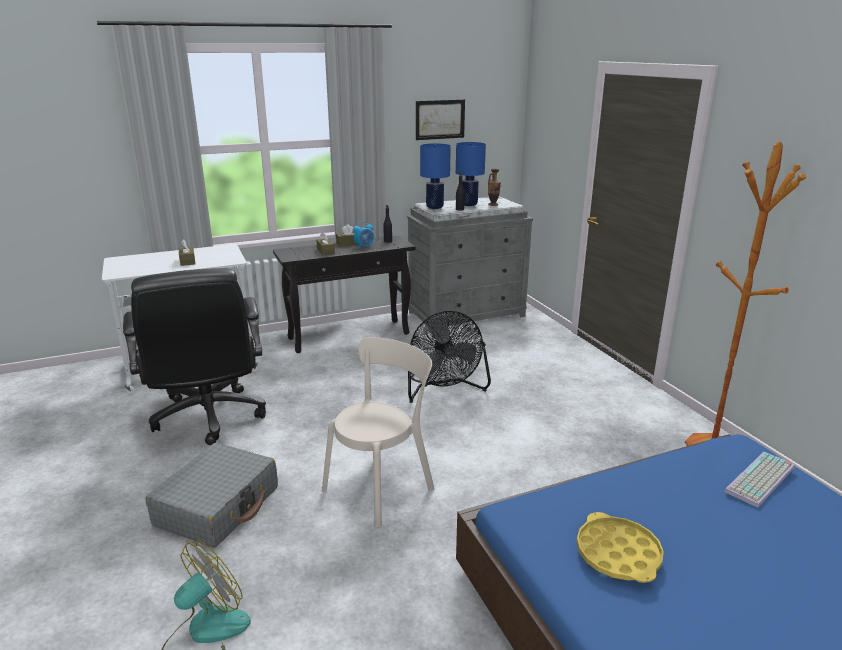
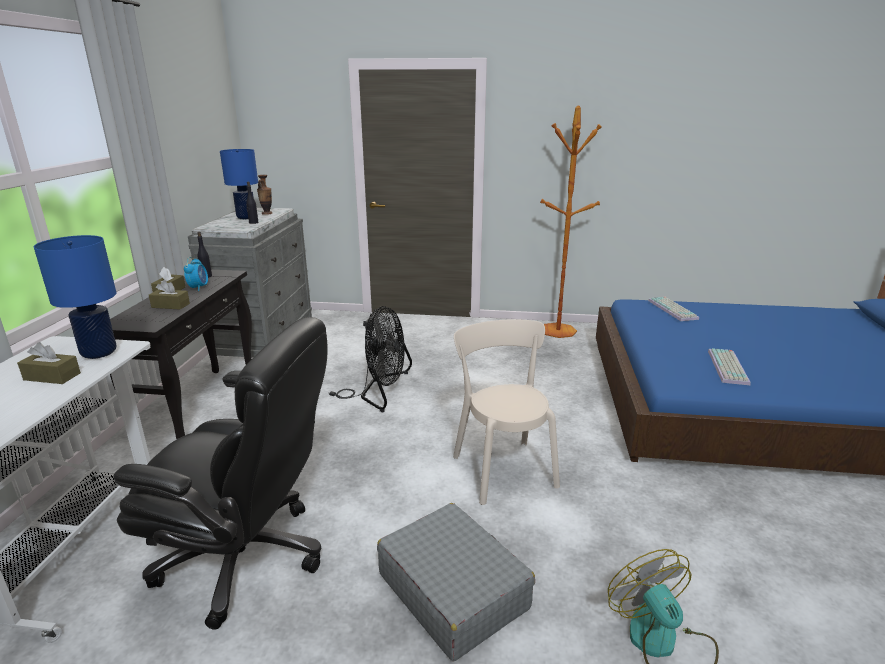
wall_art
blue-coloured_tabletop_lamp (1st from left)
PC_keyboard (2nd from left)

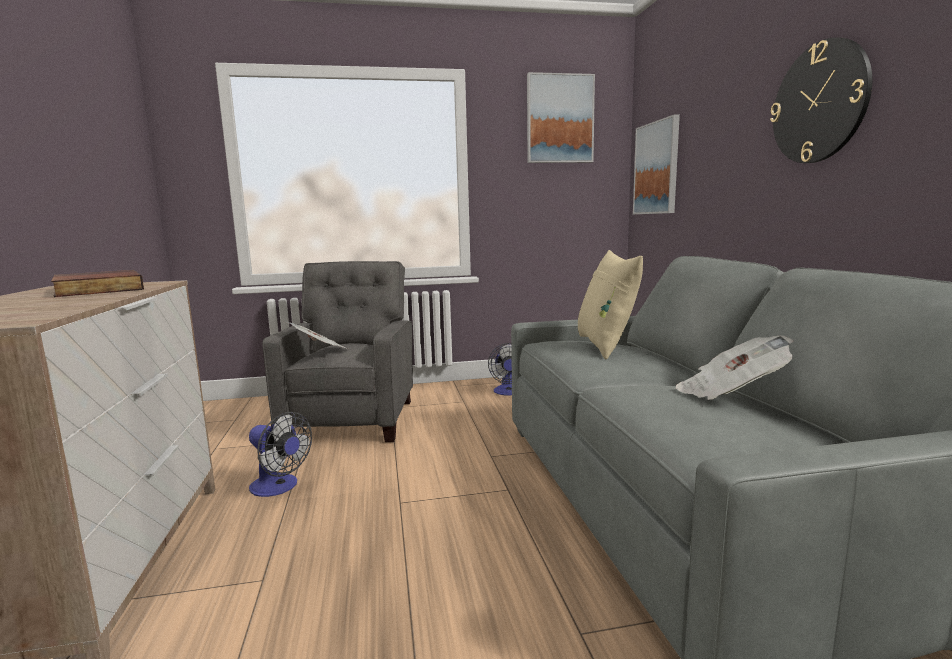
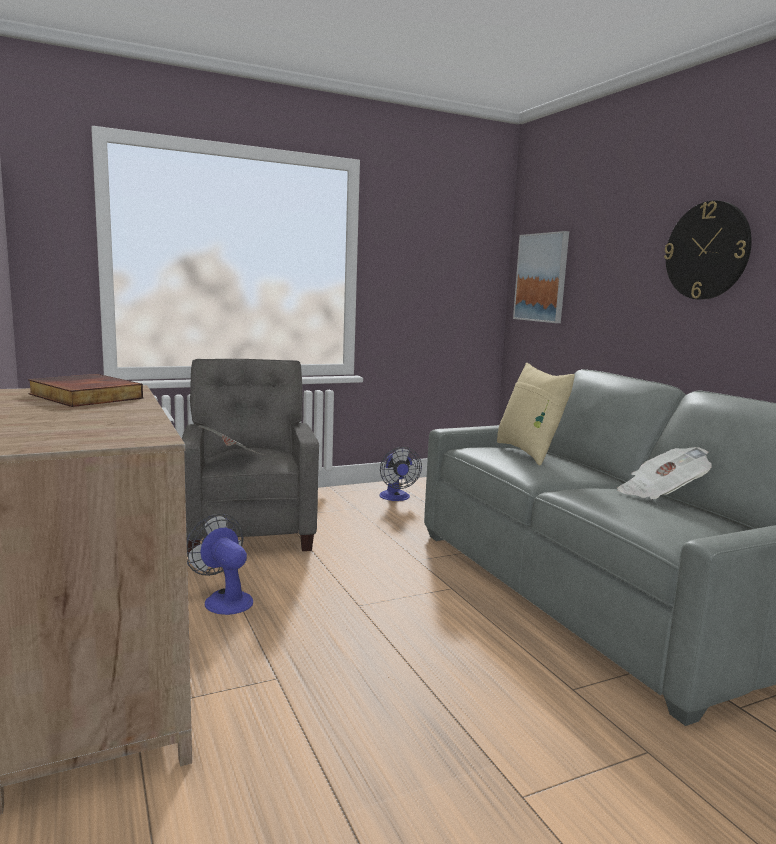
wall_art (1st from left in the first image)
electric_fan (1st from left)

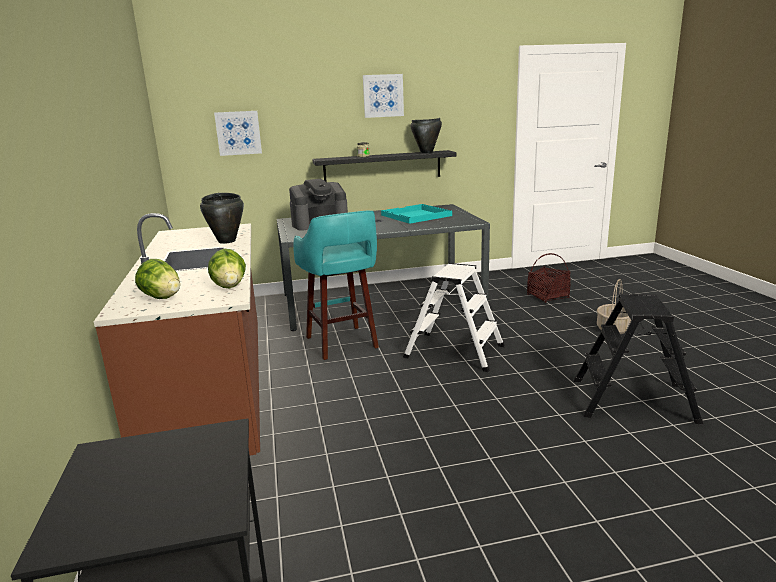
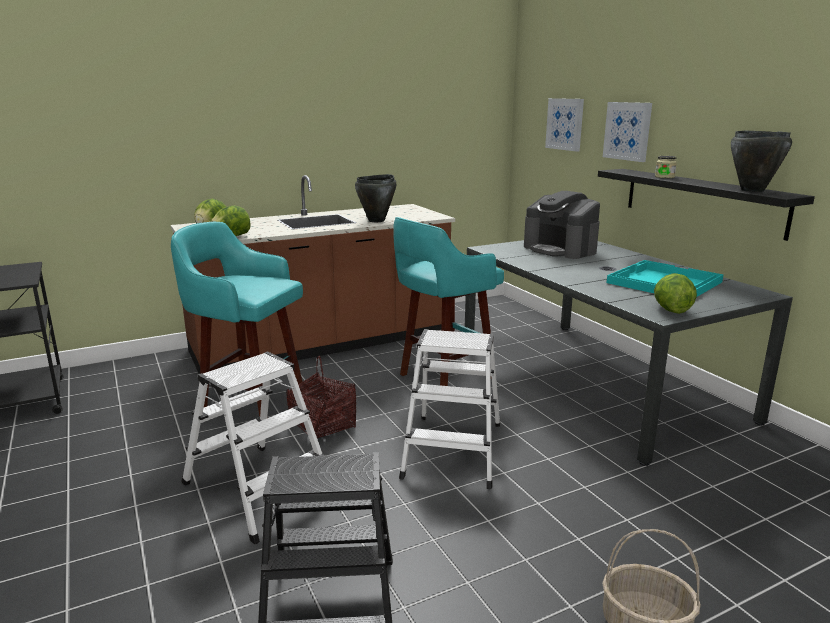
blue-green_stool_seat (1st from left)
white_step_stool (1st from left)
head_of_lettuce (3rd from left)
wall_art (2nd from left)
storage_basket (1st from left)

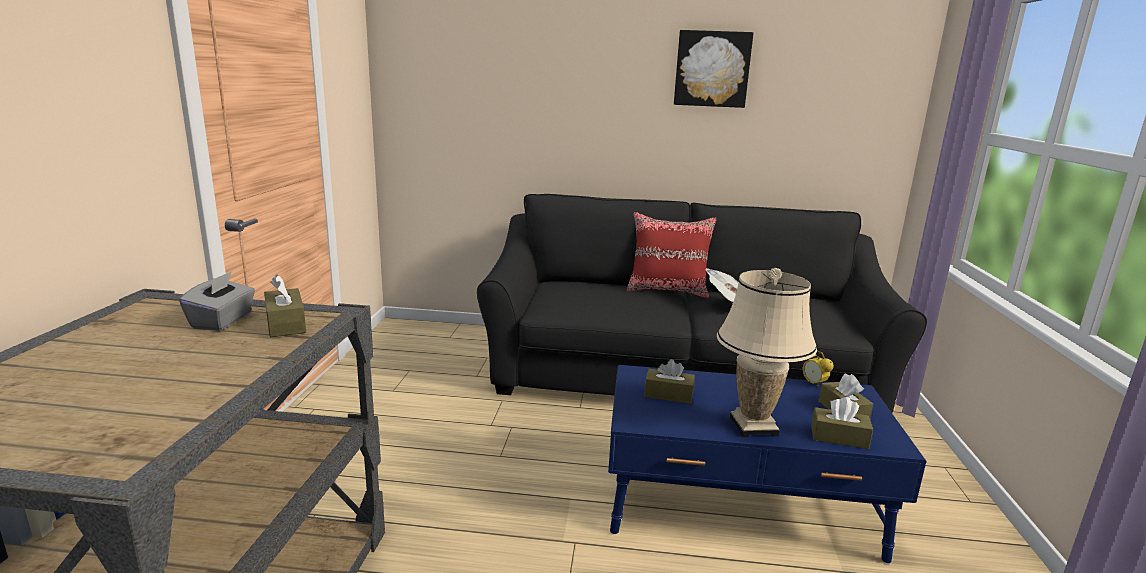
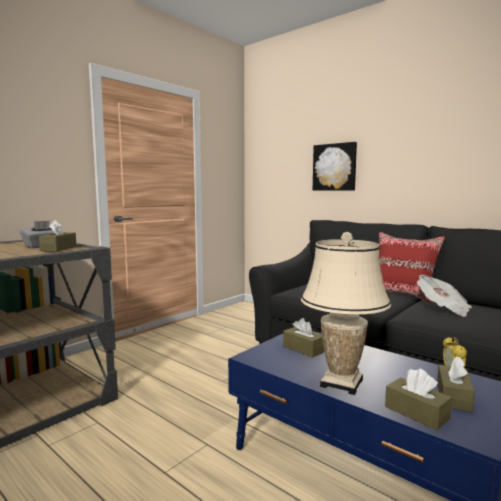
wall_art

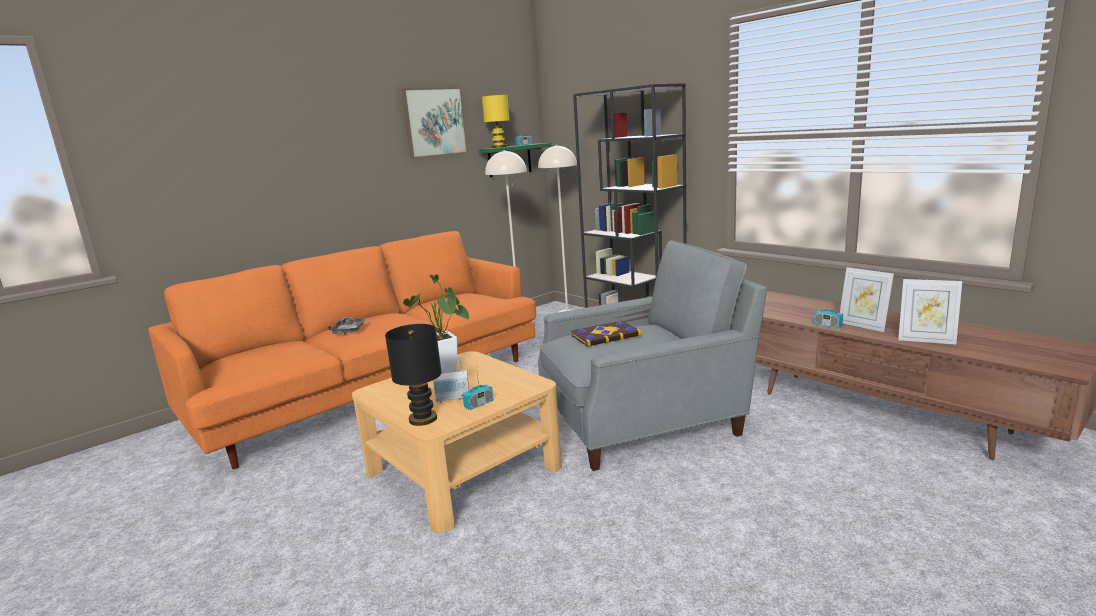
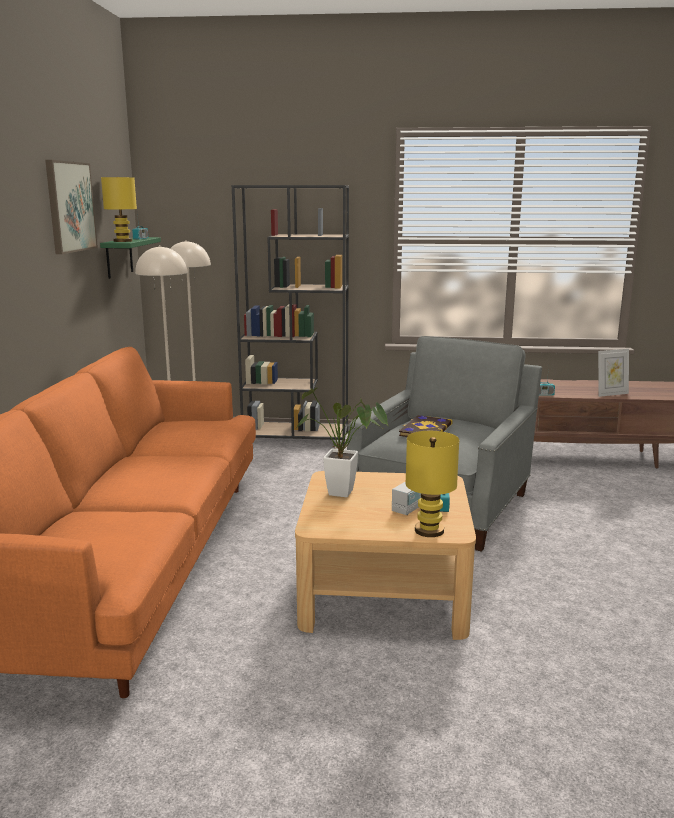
grey_carrying_tray
picture_frame (1st from left in the first image)
yellow_tabletop_lamp (2nd from left)

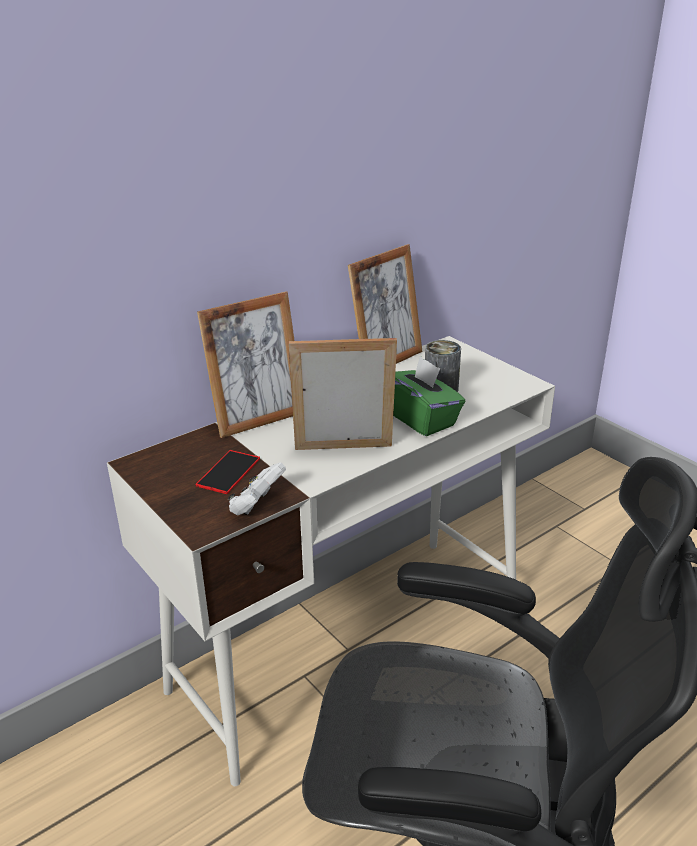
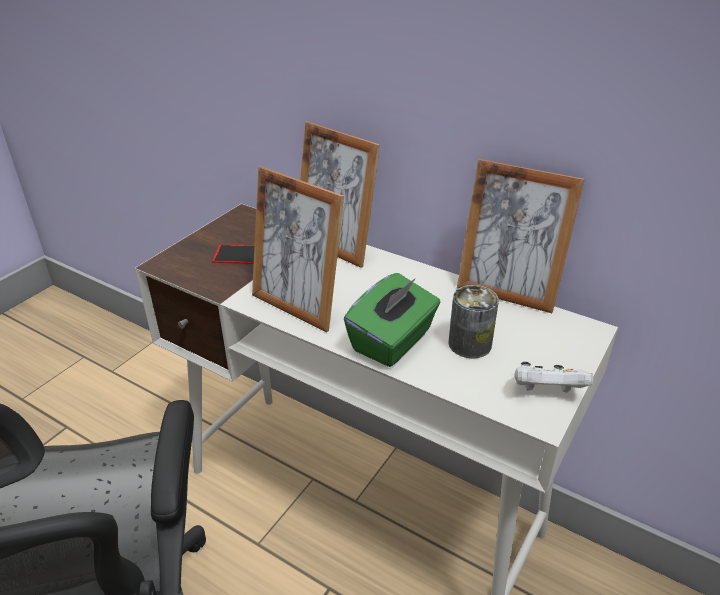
white_joypad
picture_frame (1st from left)

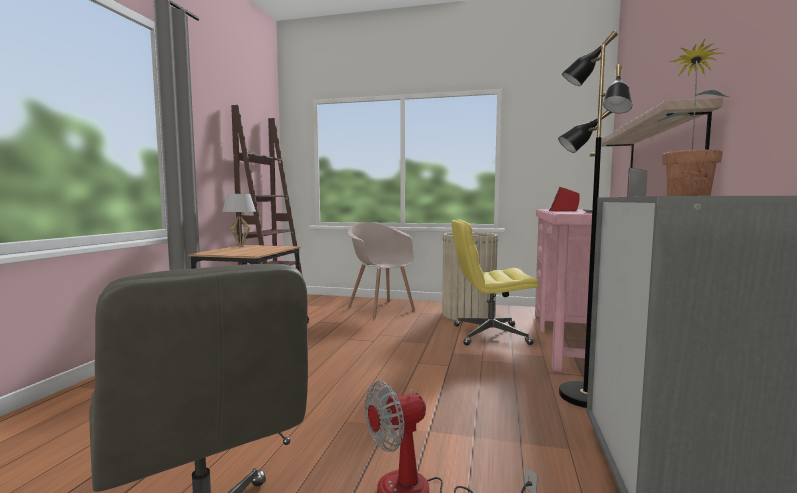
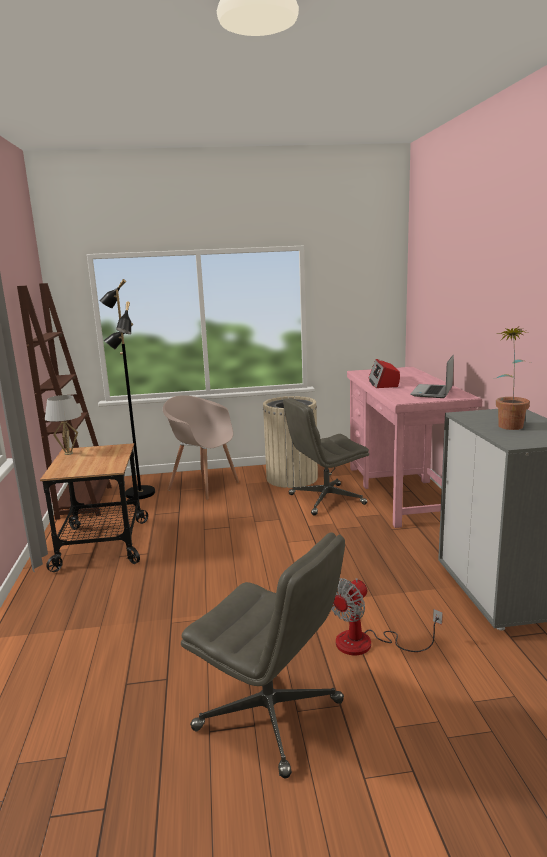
shelf
black_floor_lamp
grey_office_chair (2nd from left)

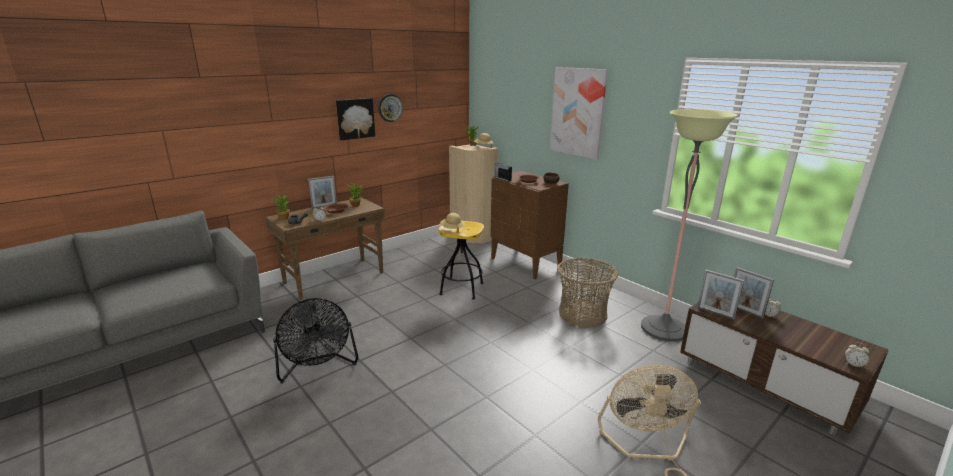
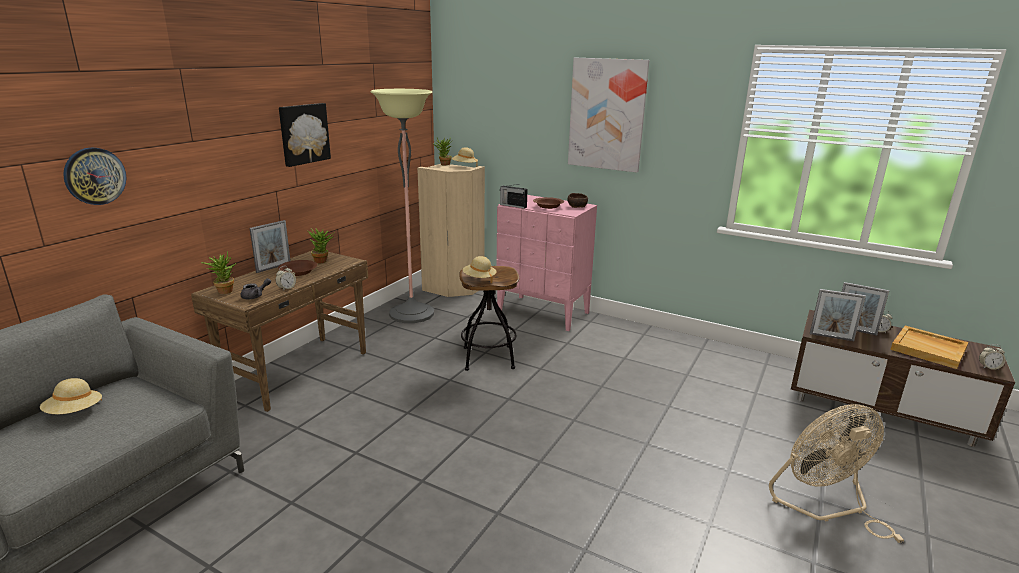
black_electric_fan
storage_basket
sand-coloured_hat (1st from left)
sand-coloured_carrying_tray
hanging_clock
floor_lamp
brown_stool_seat
pink_chest_of_drawers

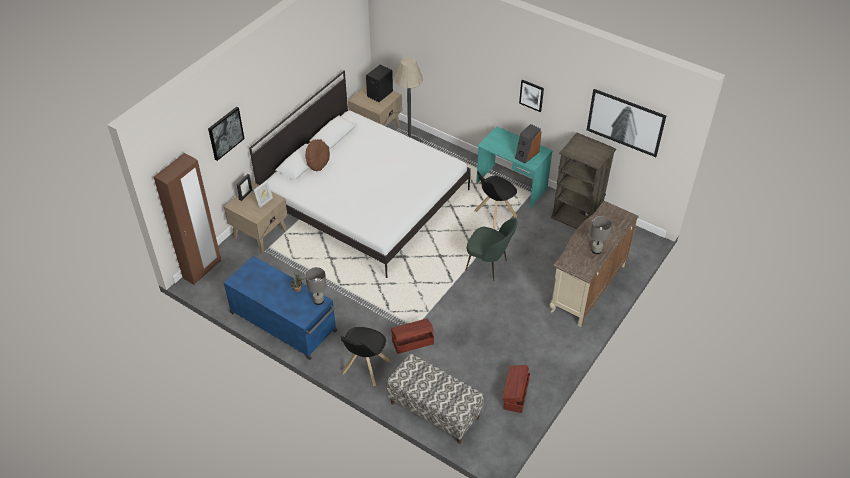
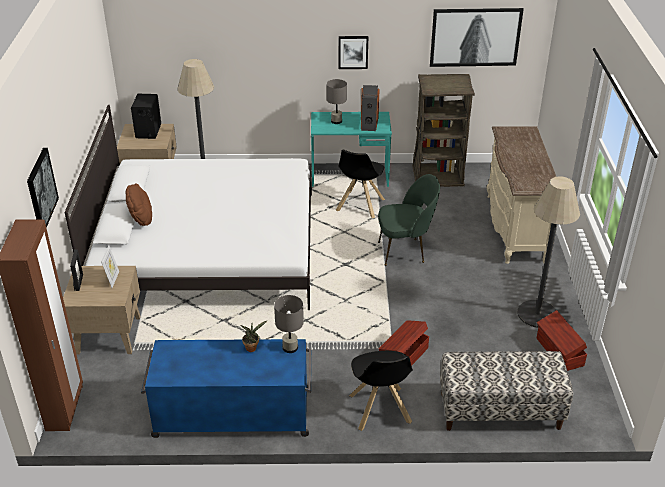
floor_lamp (2nd from left)
grey_tabletop_lamp (2nd from left)

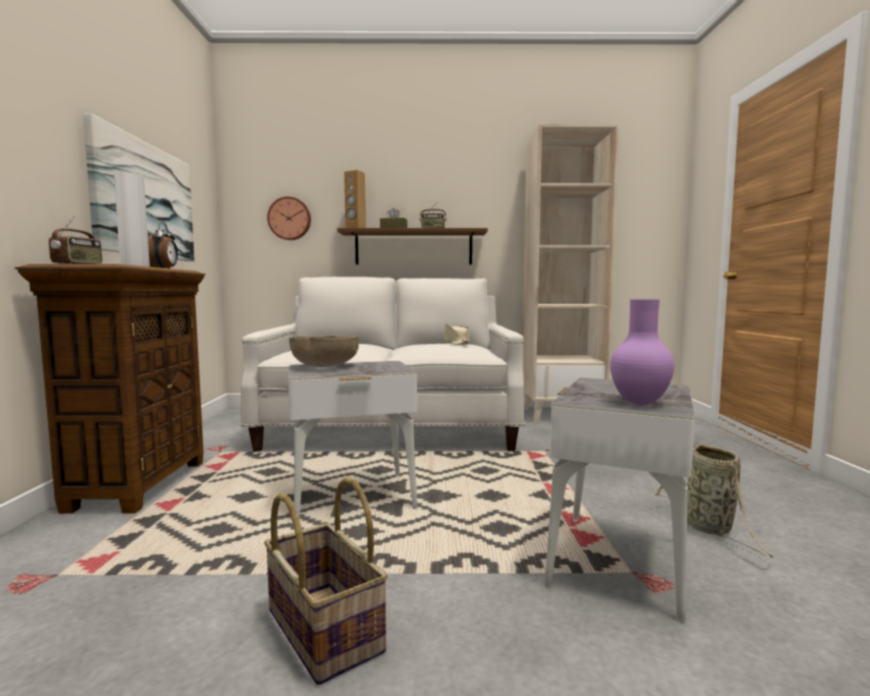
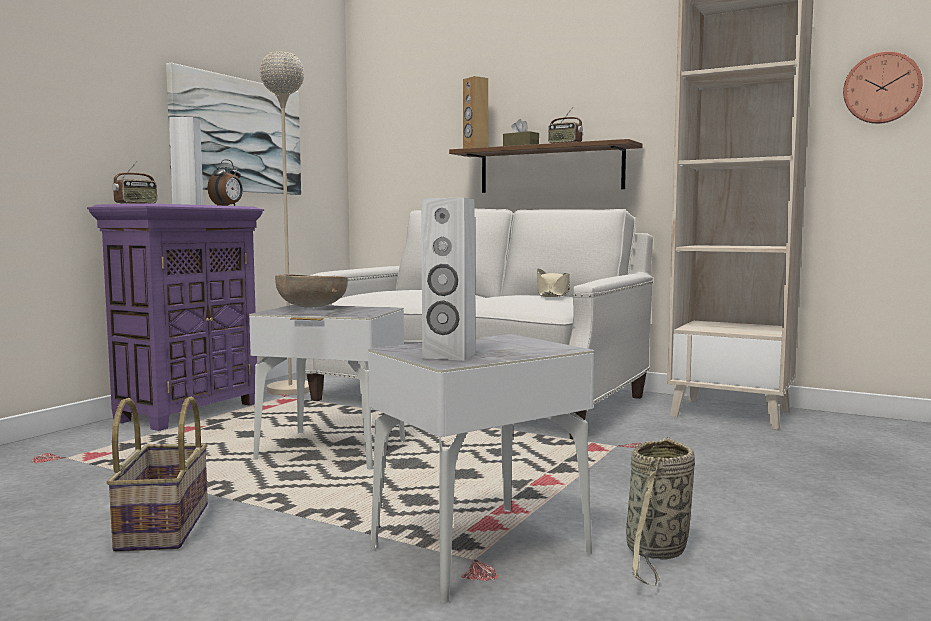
sand-coloured_floor_lamp
hanging_clock
white_loudspeaker (2nd from left)
purple_cupboard

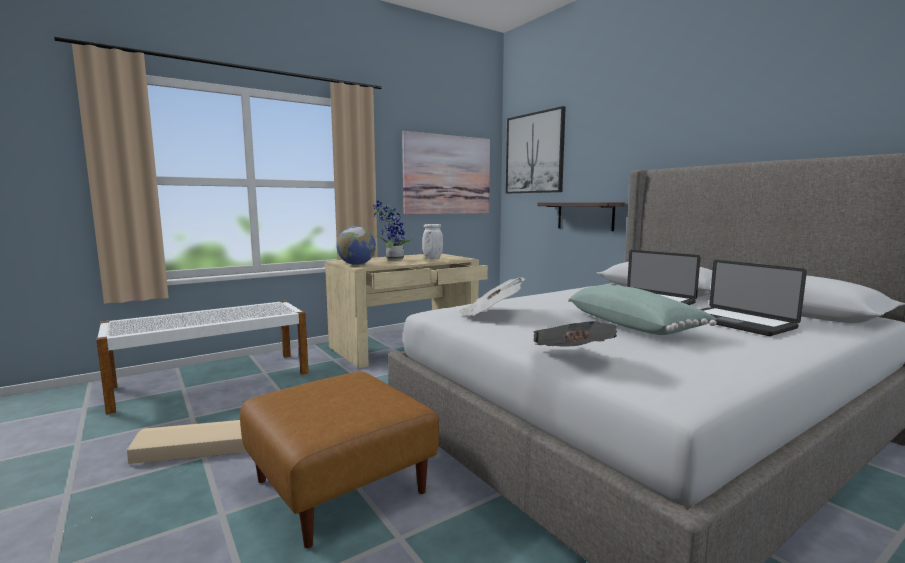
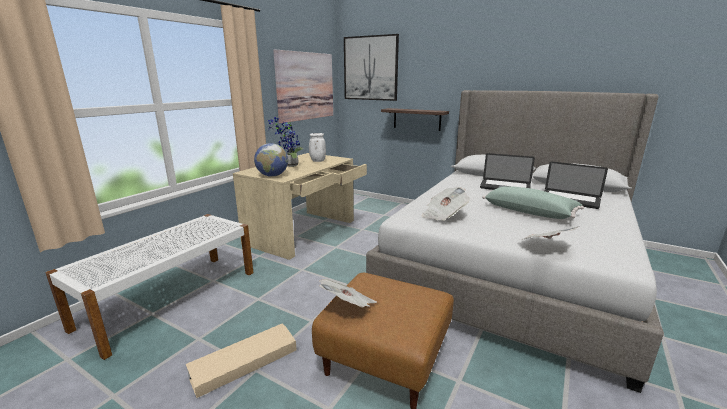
newspaper (1st from left)

